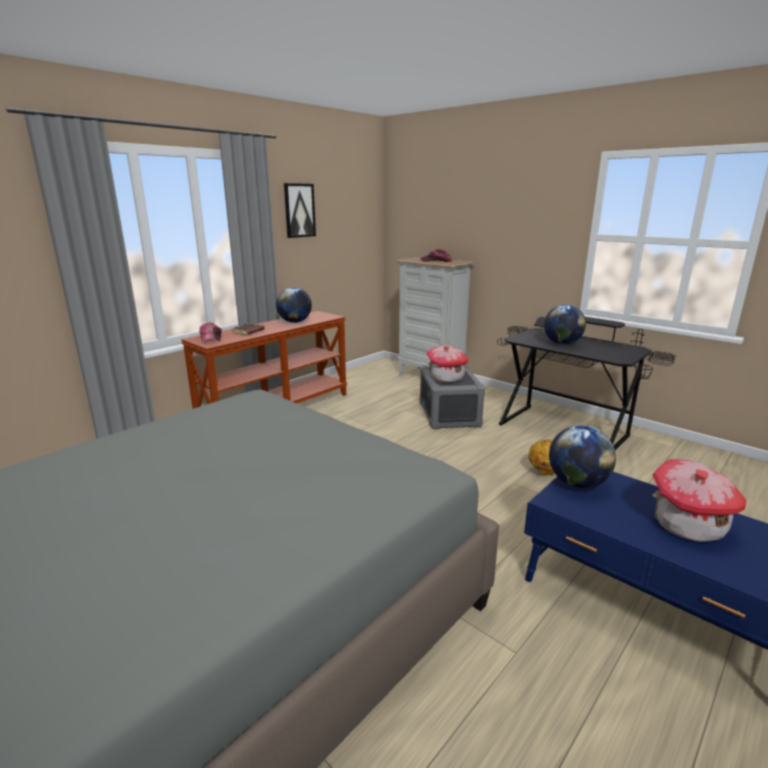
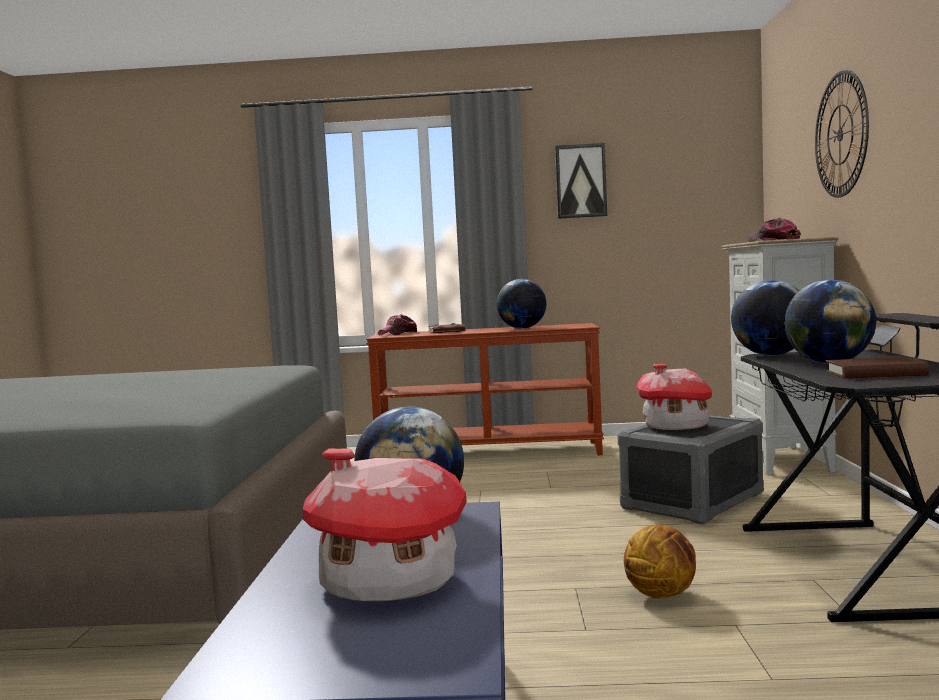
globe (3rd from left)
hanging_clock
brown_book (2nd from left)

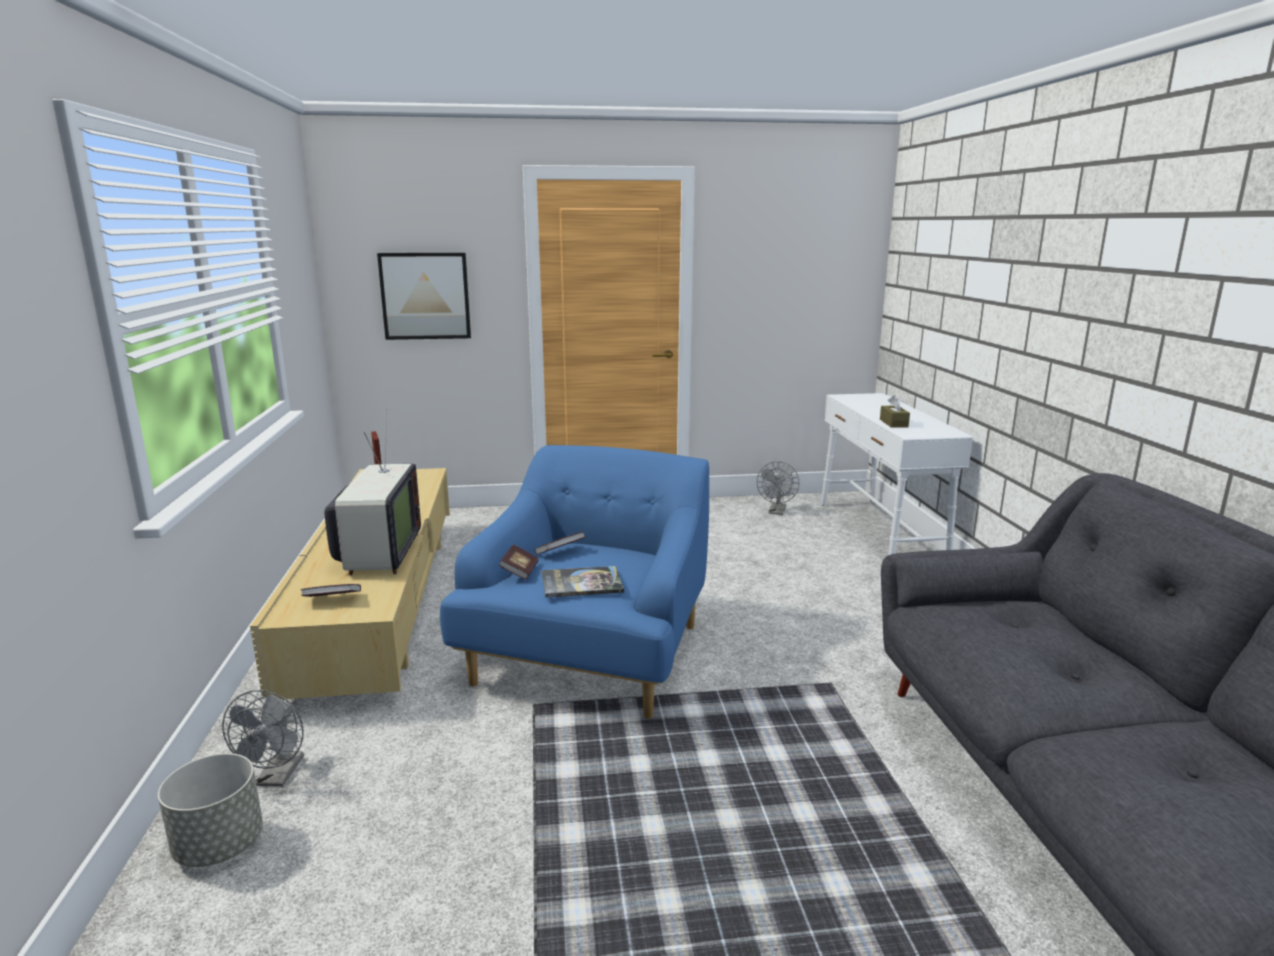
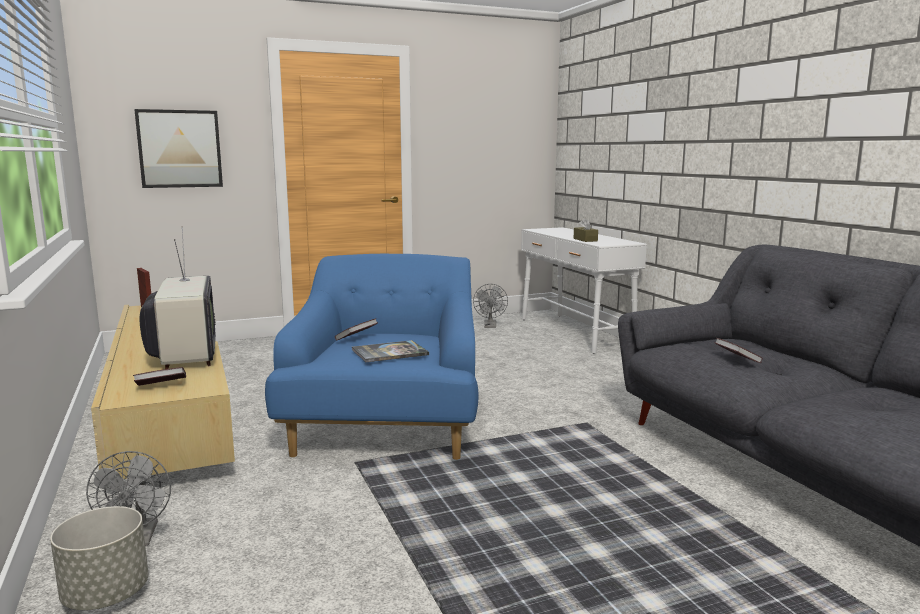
book (4th from left)

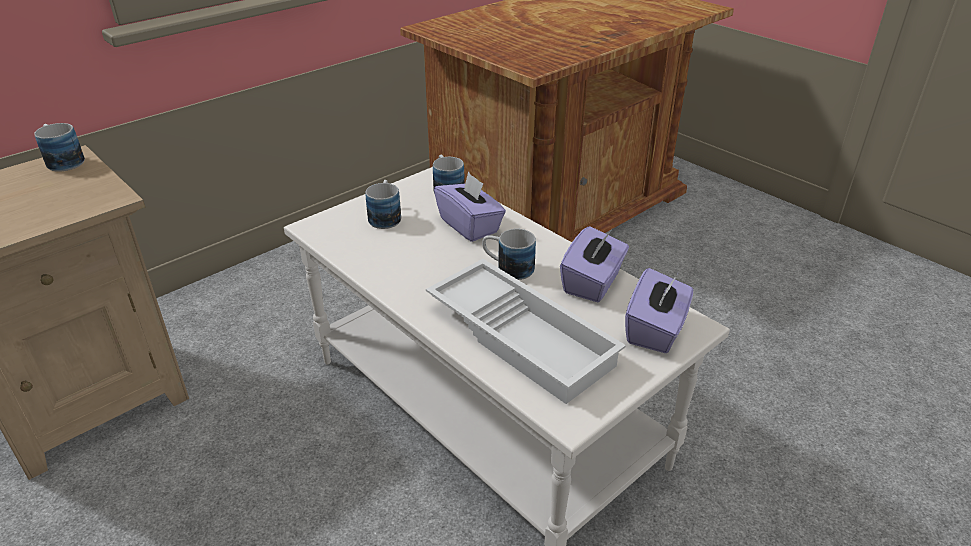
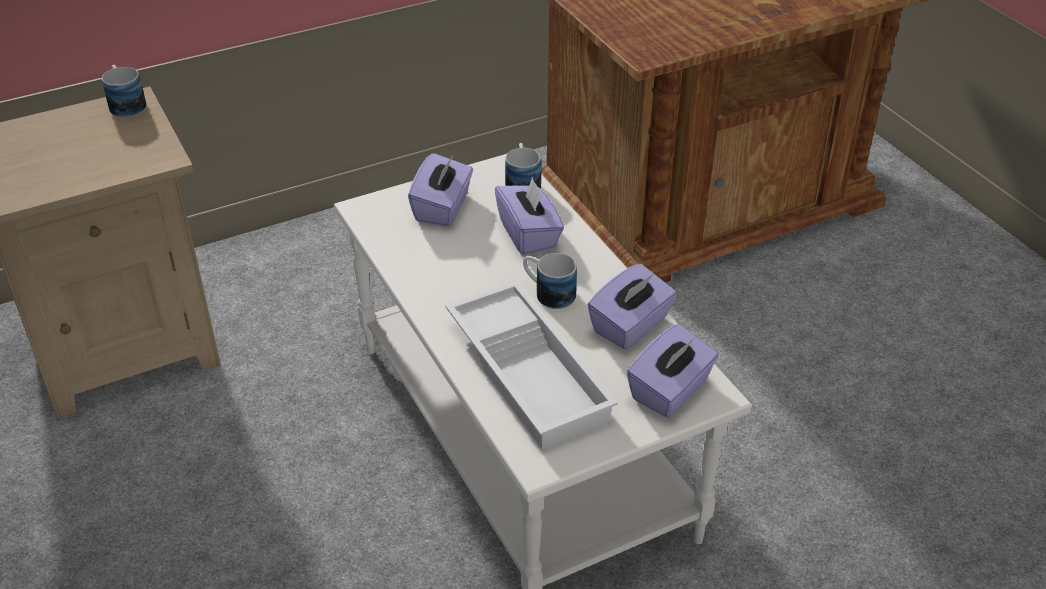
purple_tissue_box (1st from left)

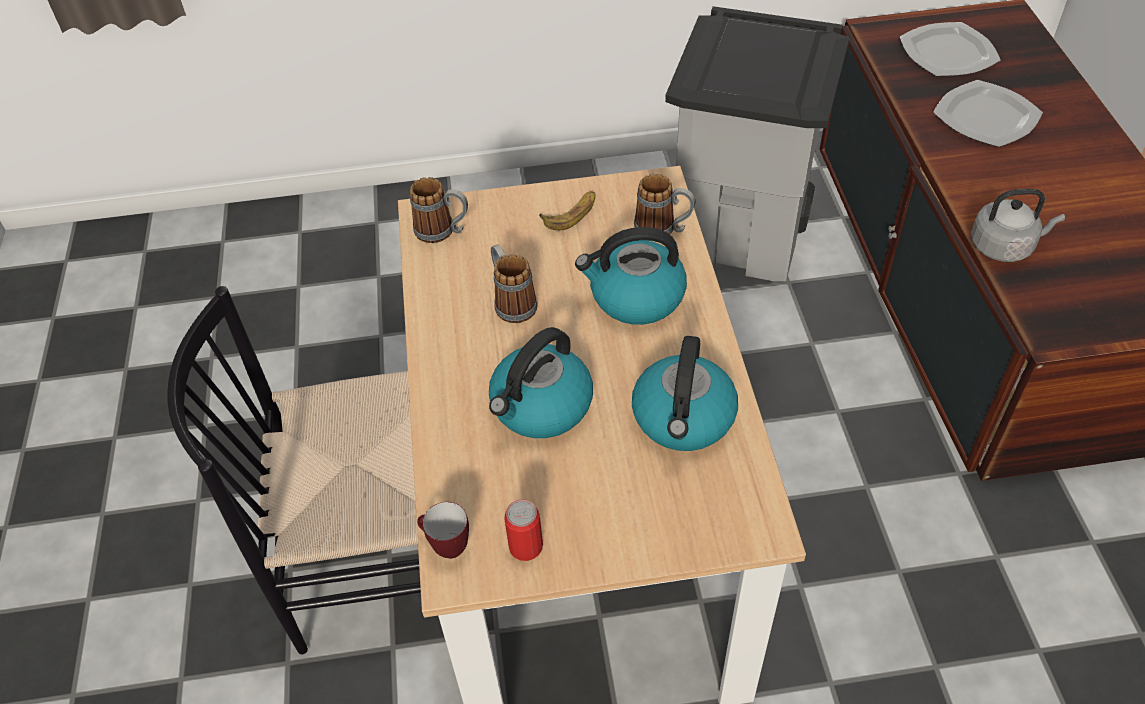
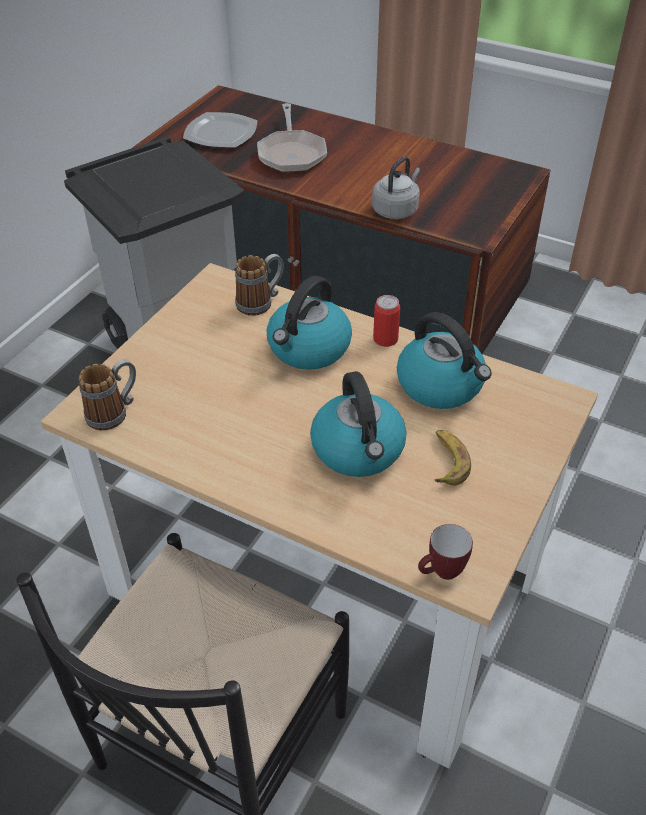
mug (3rd from left in the first image)
sealed_can
banana_fruit
frying_pan

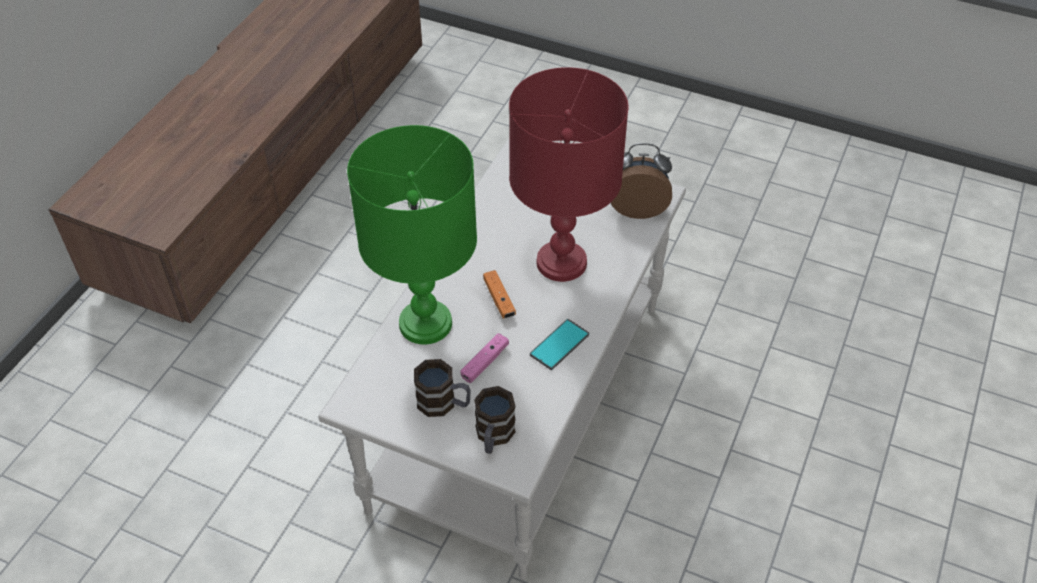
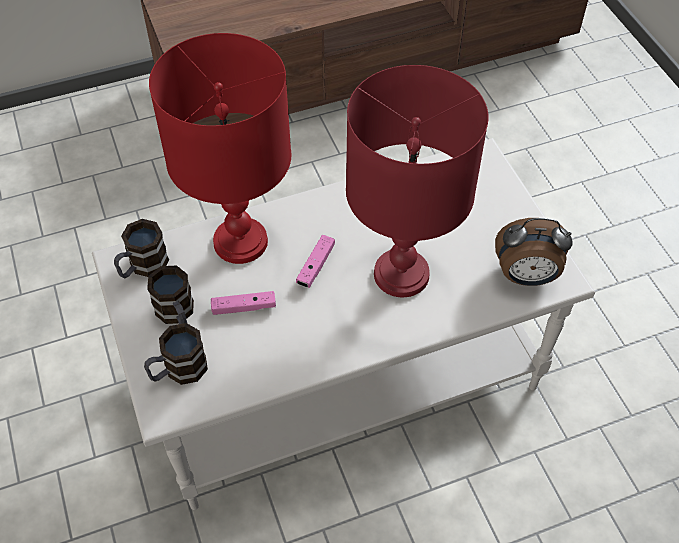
phone
mug (1st from left)
red-coloured_tabletop_lamp (1st from left)
pink_joypad (2nd from left)
table_clock

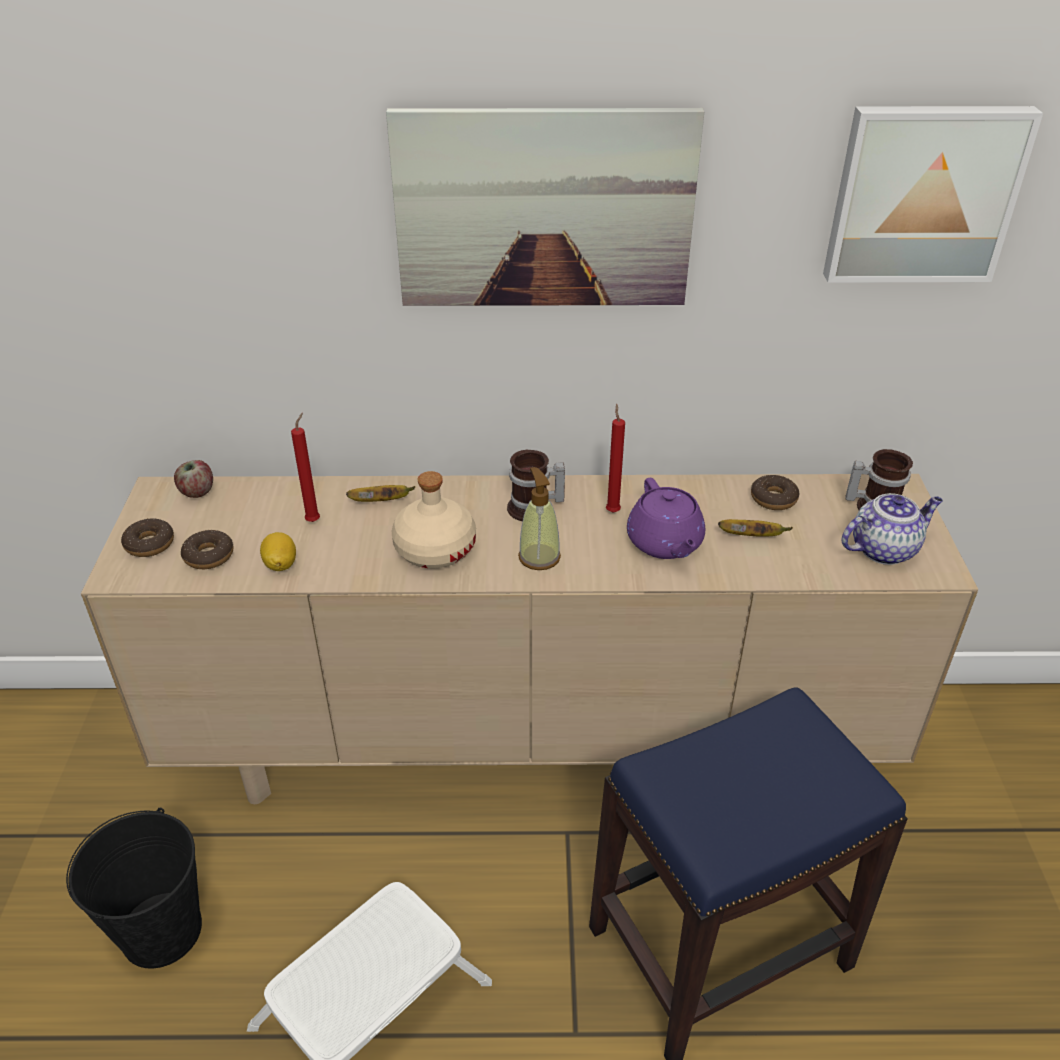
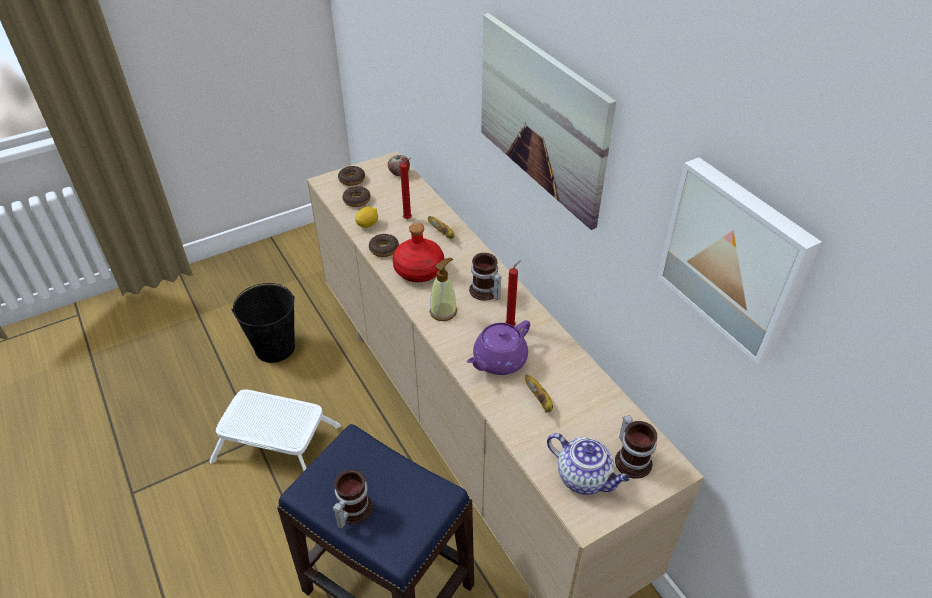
mug (1st from left)
donut (3rd from left)
red-coloured_bottle

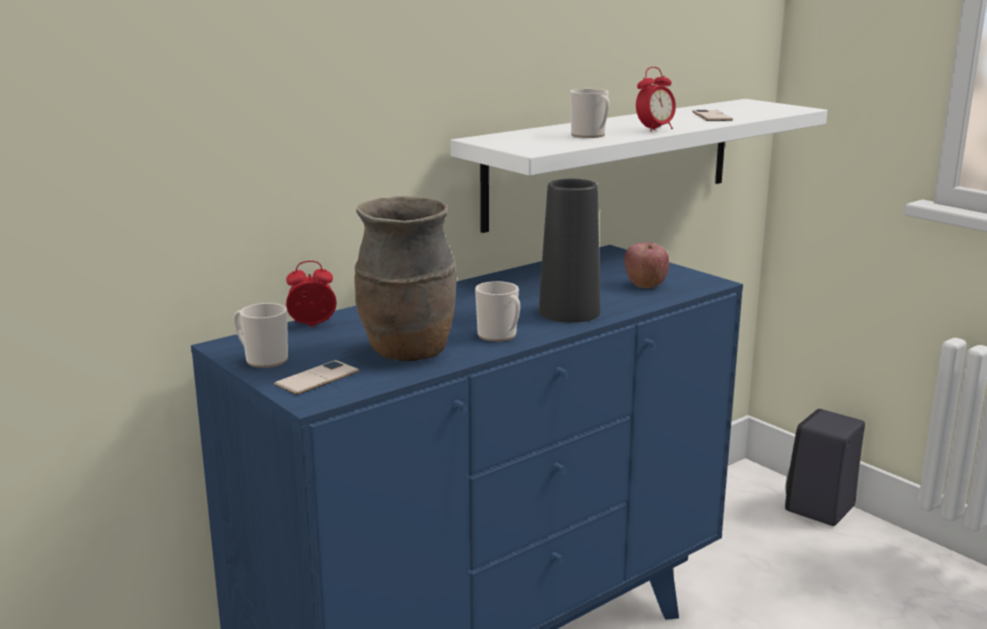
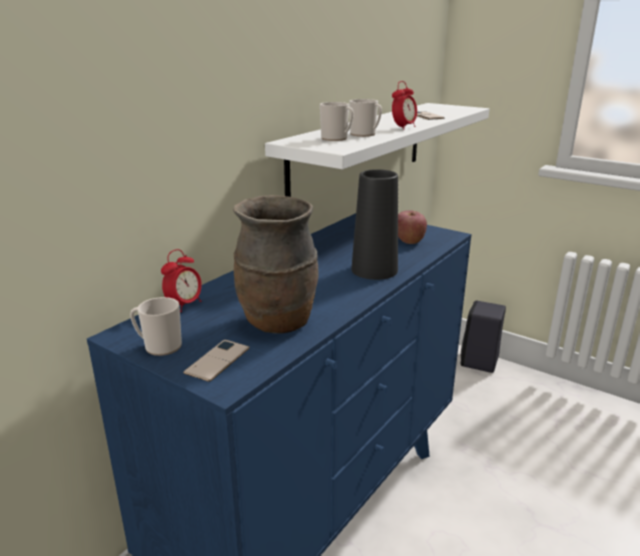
mug (2nd from left)
table_clock (1st from left)

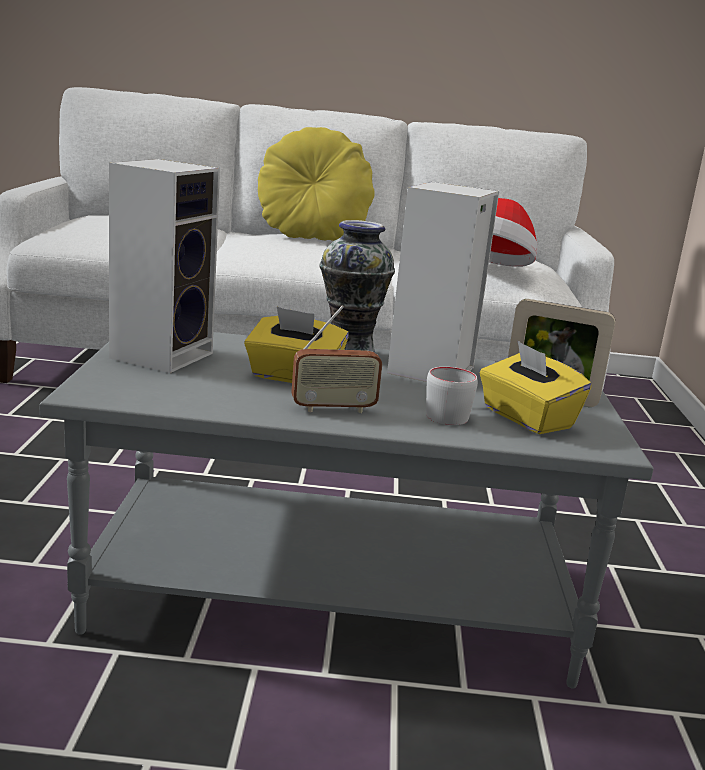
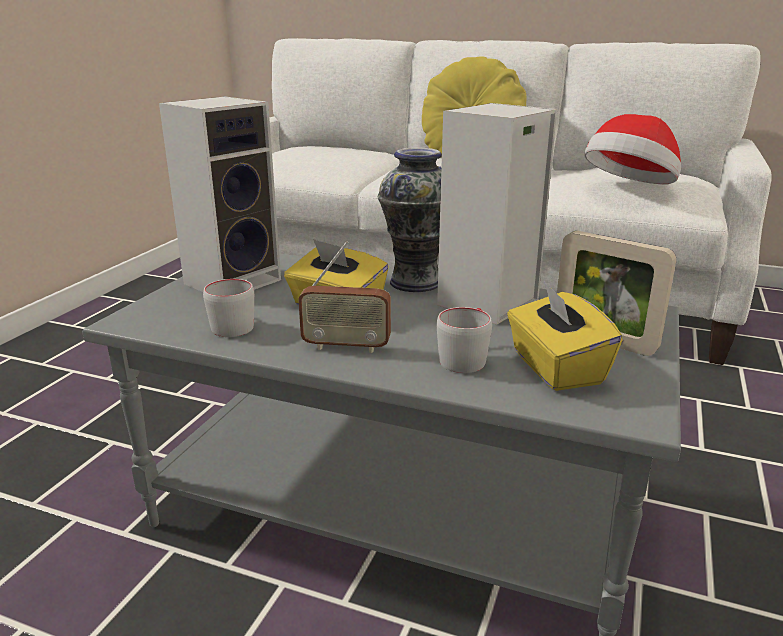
grey_mug (1st from left)

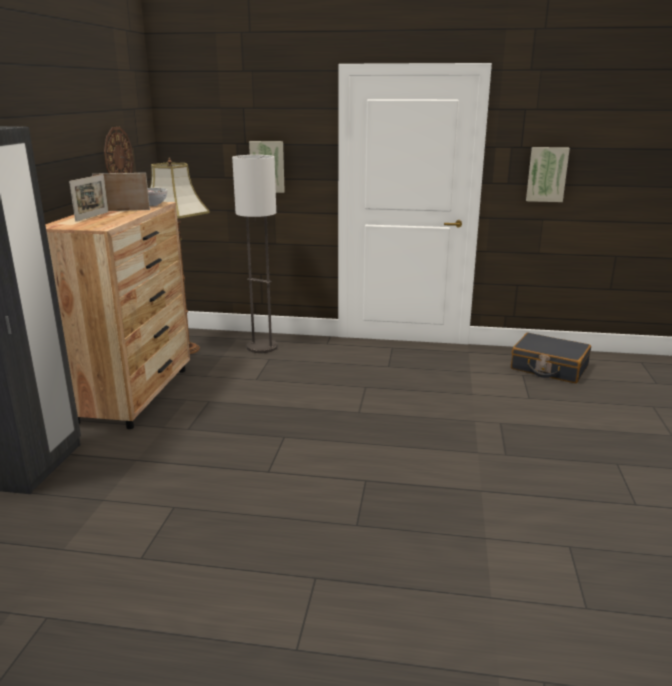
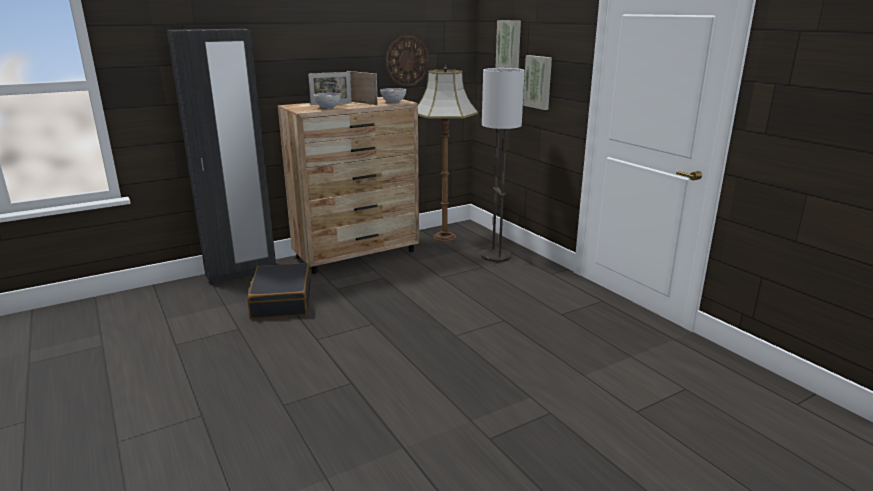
bowl (1st from left)
black_piece_of_luggage
wall_art (1st from left)

